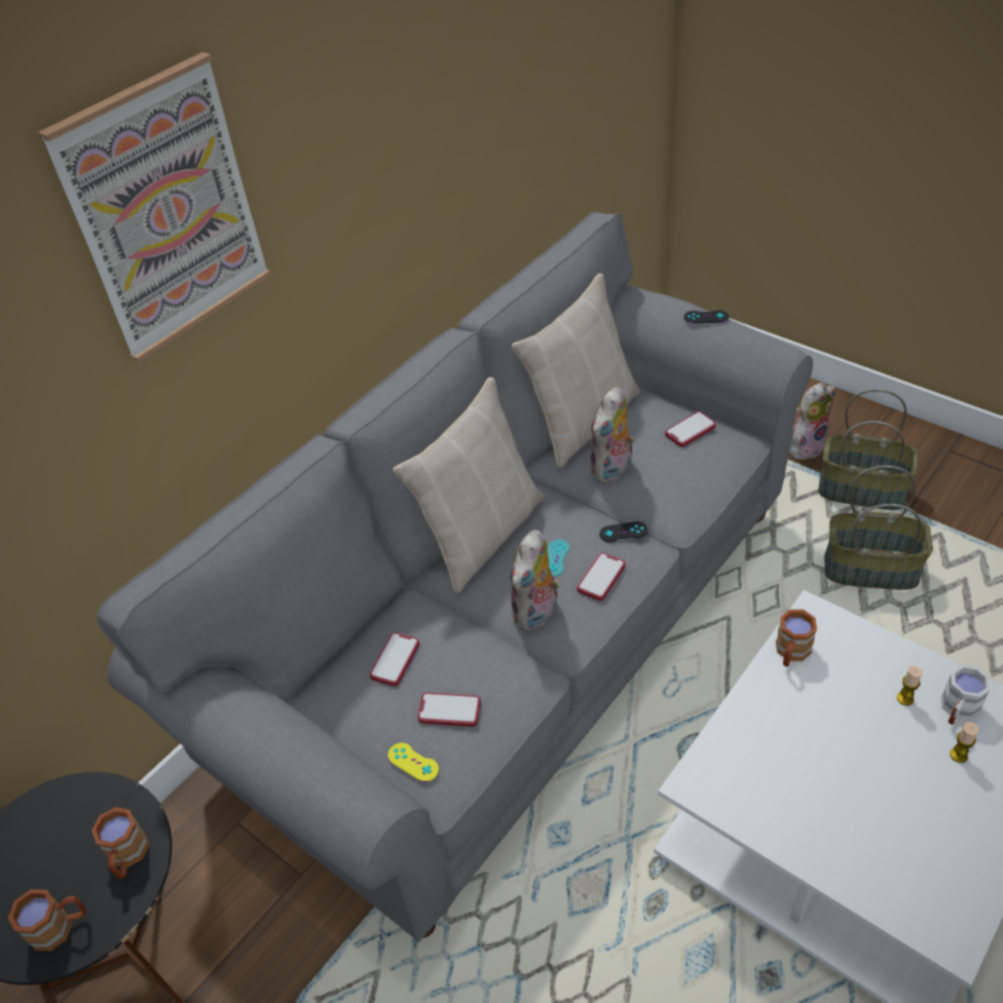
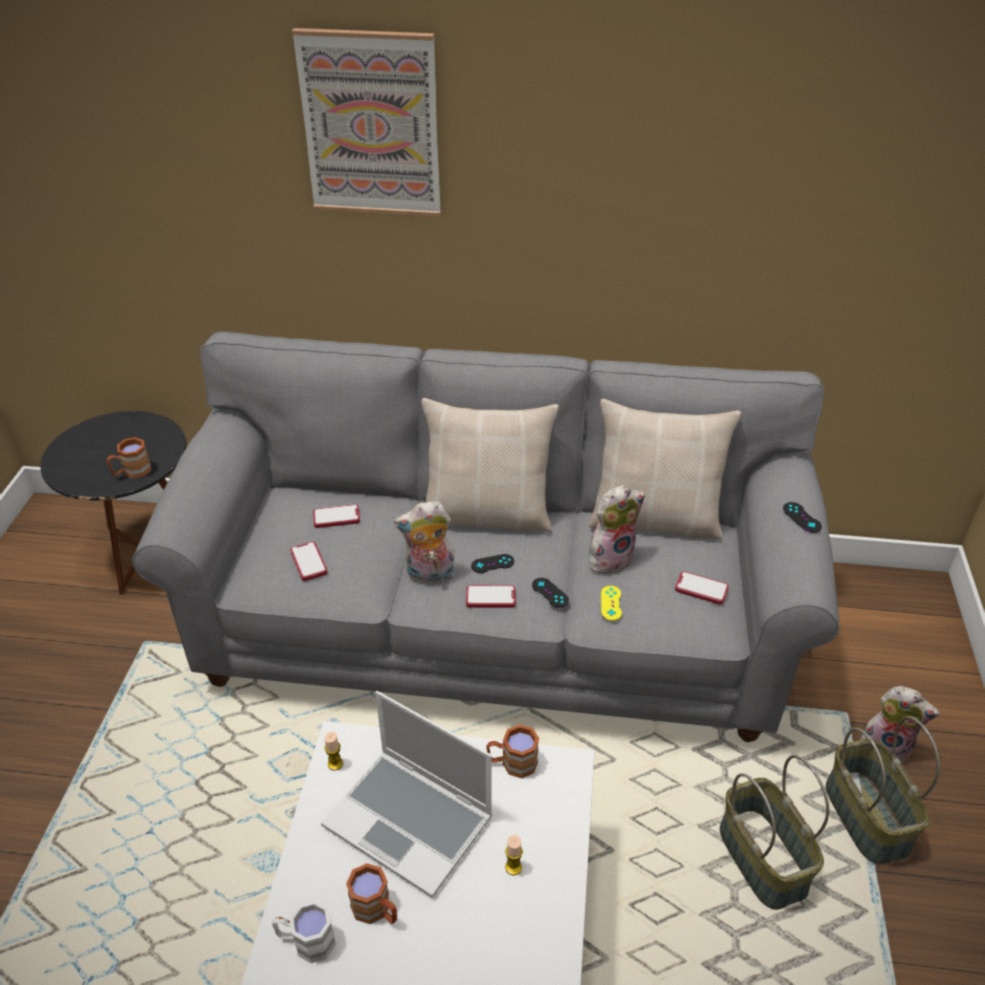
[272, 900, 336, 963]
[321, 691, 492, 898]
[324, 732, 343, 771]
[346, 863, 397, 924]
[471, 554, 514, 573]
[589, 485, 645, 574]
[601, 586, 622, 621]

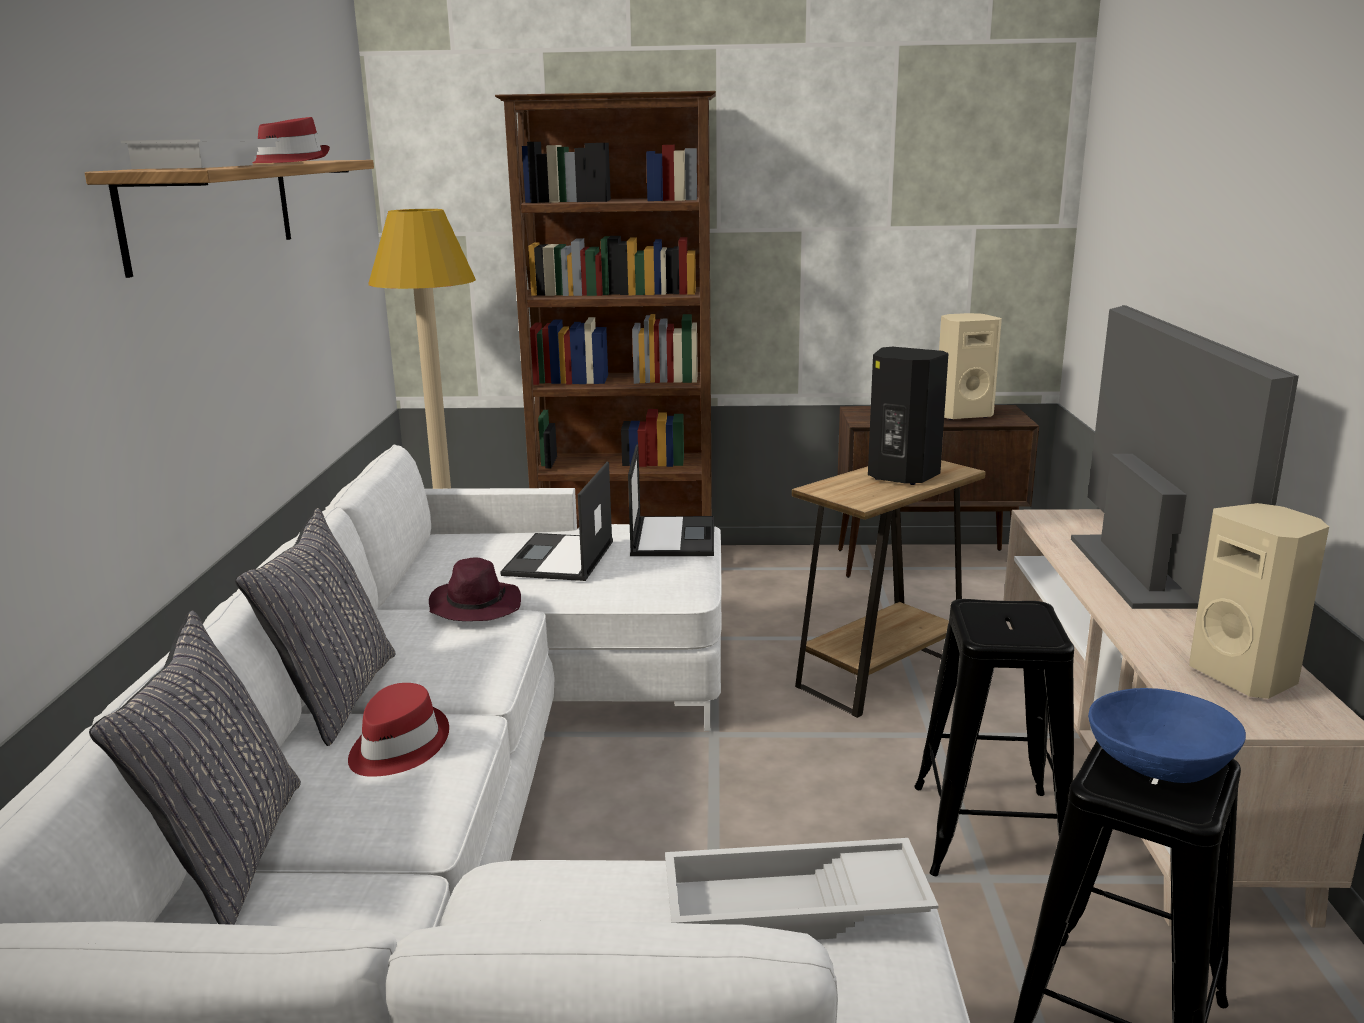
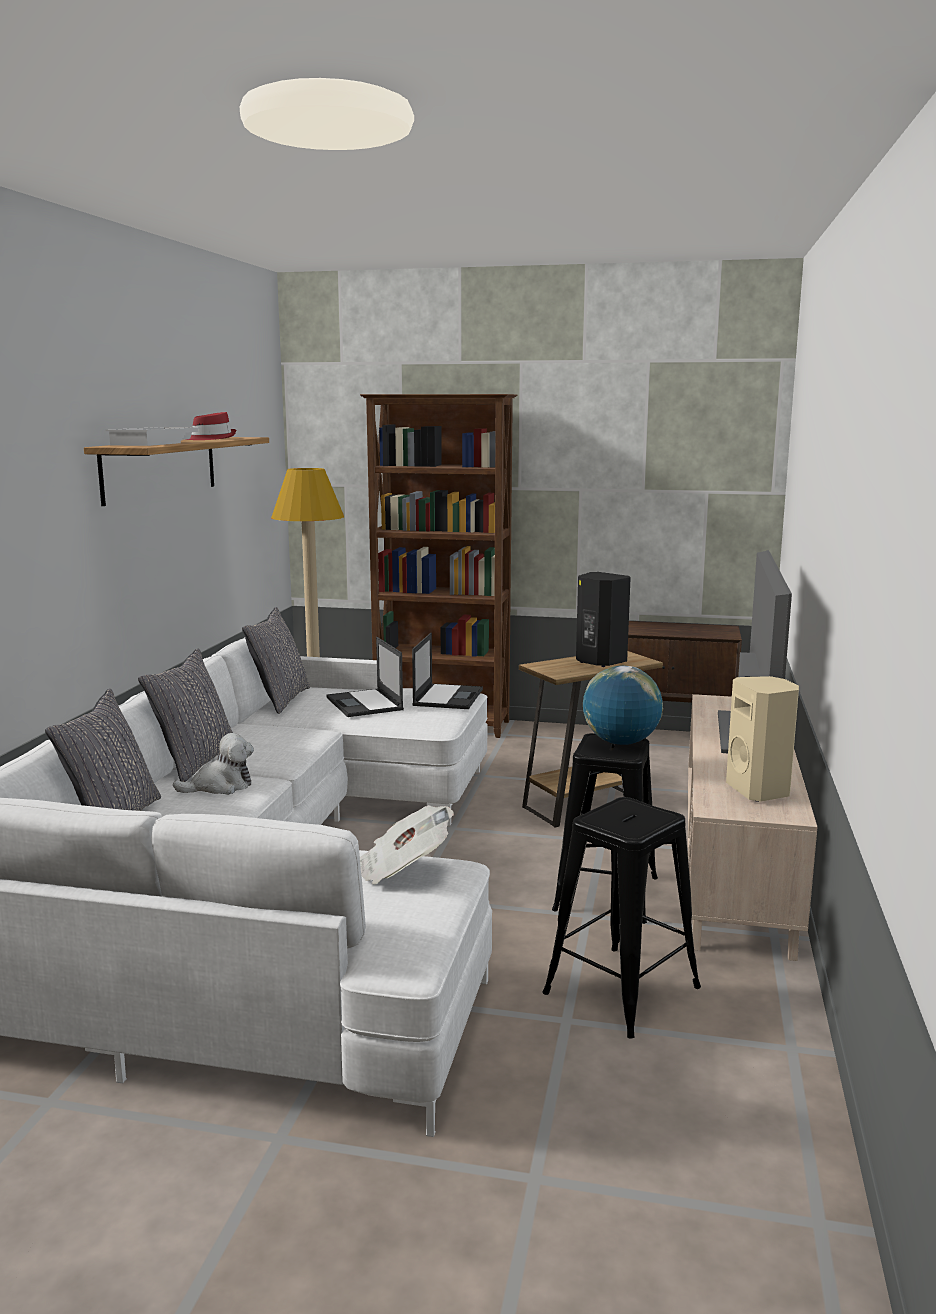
[173, 733, 254, 795]
[242, 607, 310, 714]
[326, 637, 404, 717]
[360, 805, 454, 885]
[583, 665, 663, 745]
[429, 558, 521, 621] (first image)
[939, 313, 1002, 420] (first image)
[1088, 688, 1246, 783] (first image)

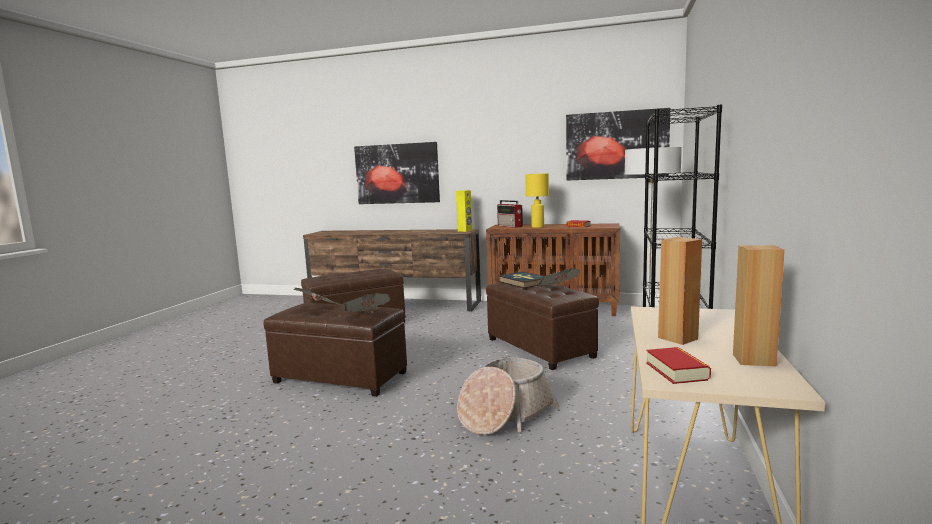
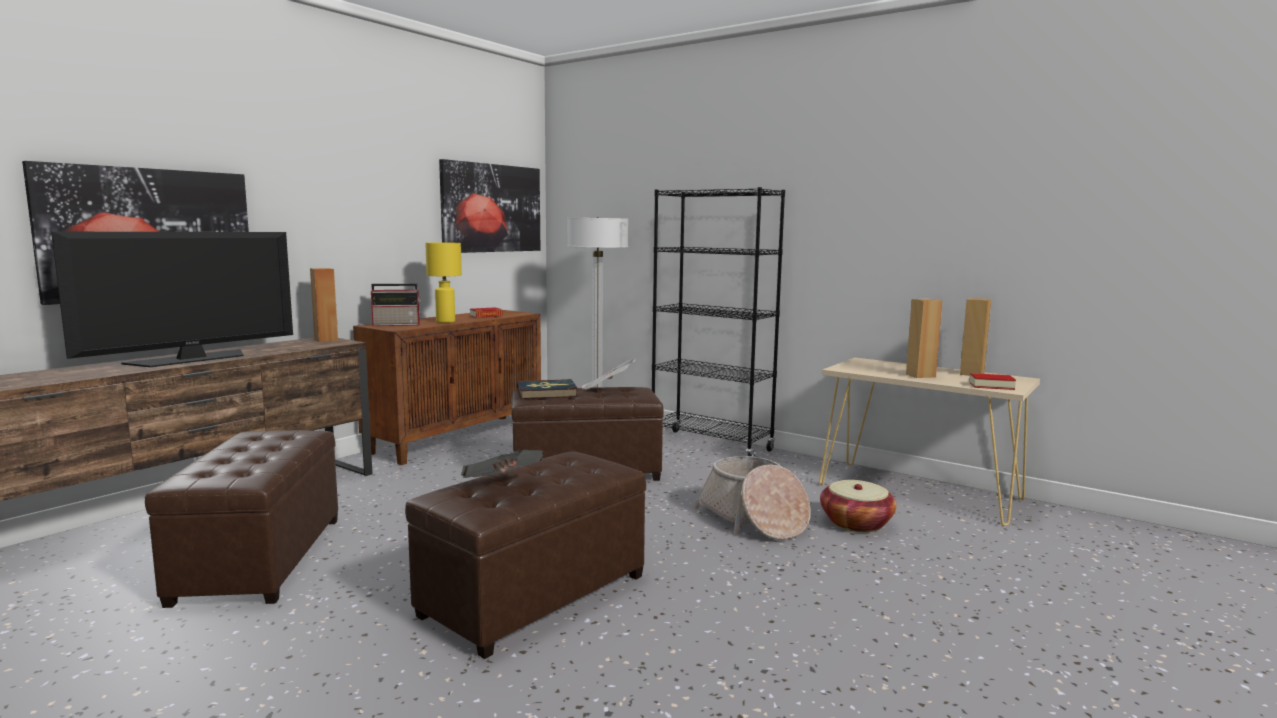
[51, 231, 293, 367]
[310, 268, 338, 342]
[820, 480, 897, 532]
[343, 293, 391, 312] (first image)

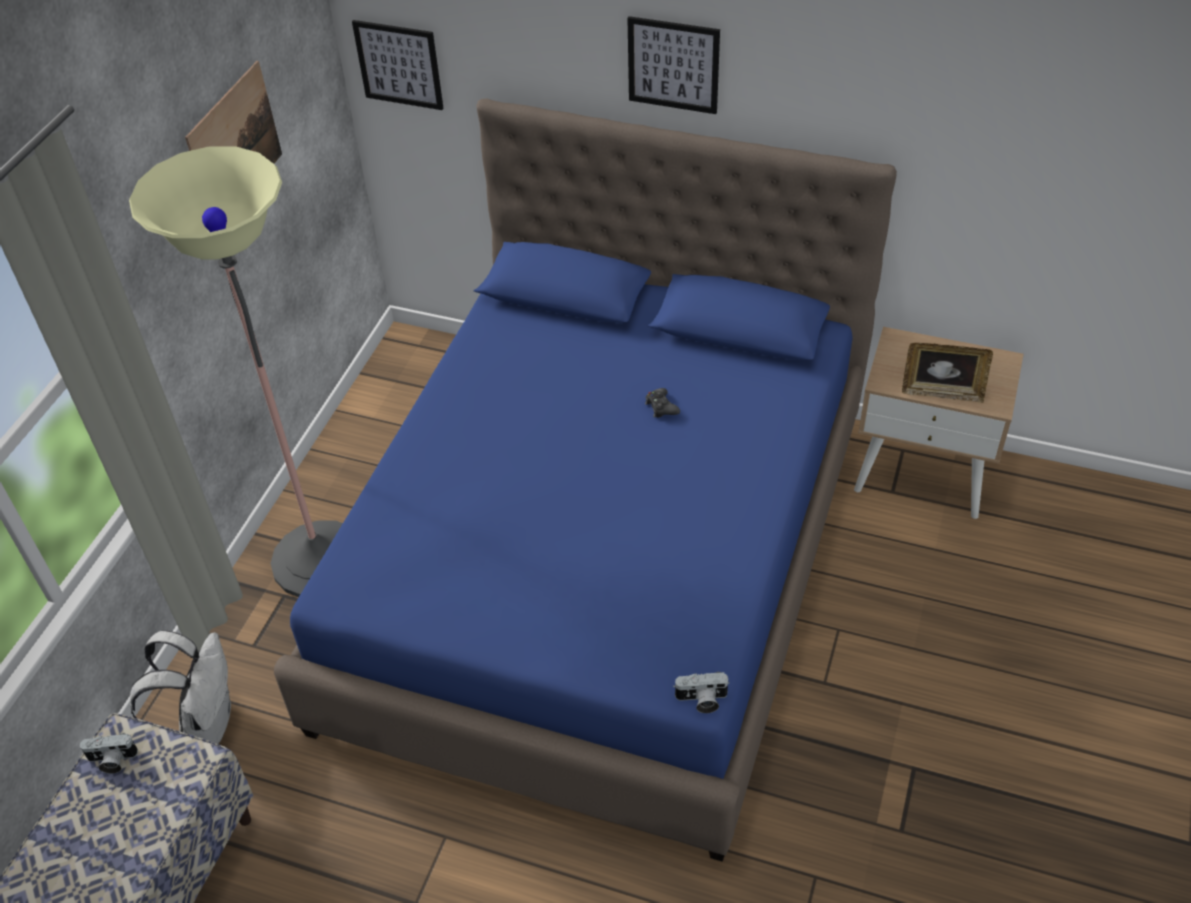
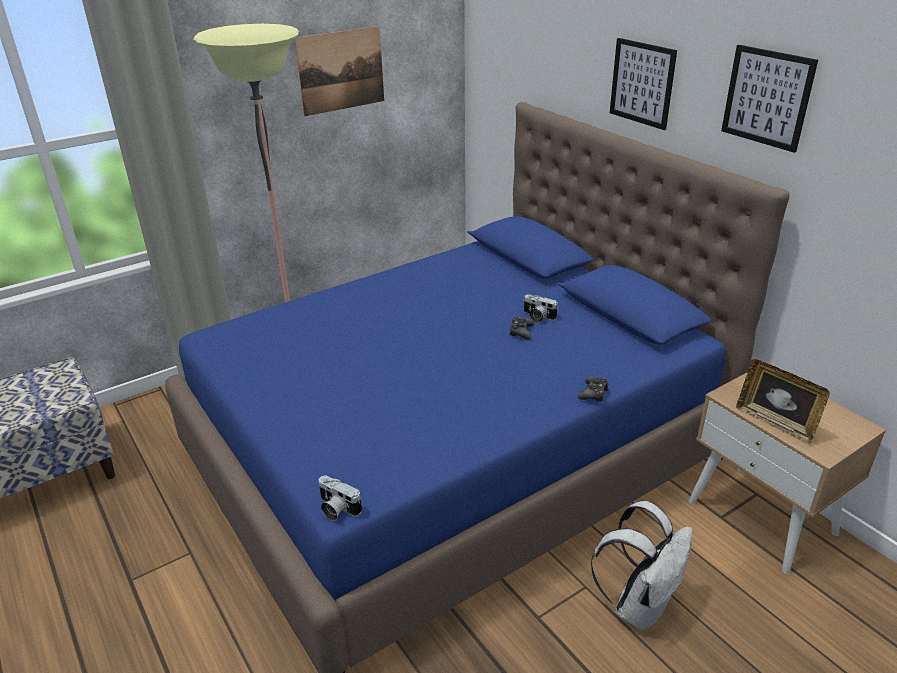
[524, 294, 558, 323]
[578, 377, 609, 402]
[591, 501, 693, 630]
[721, 45, 818, 153]

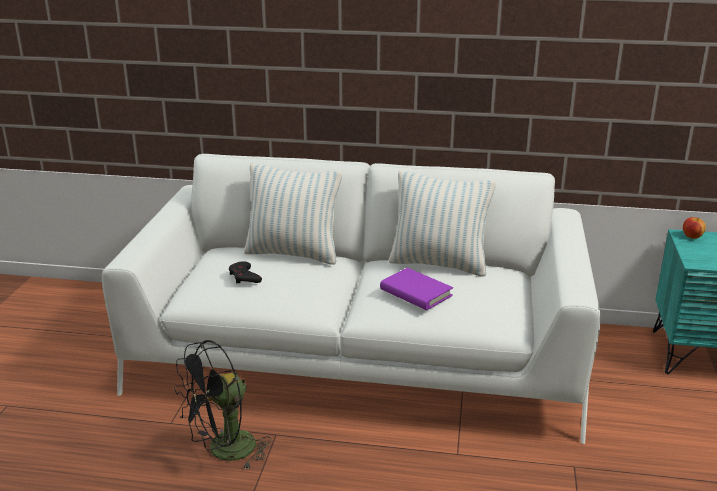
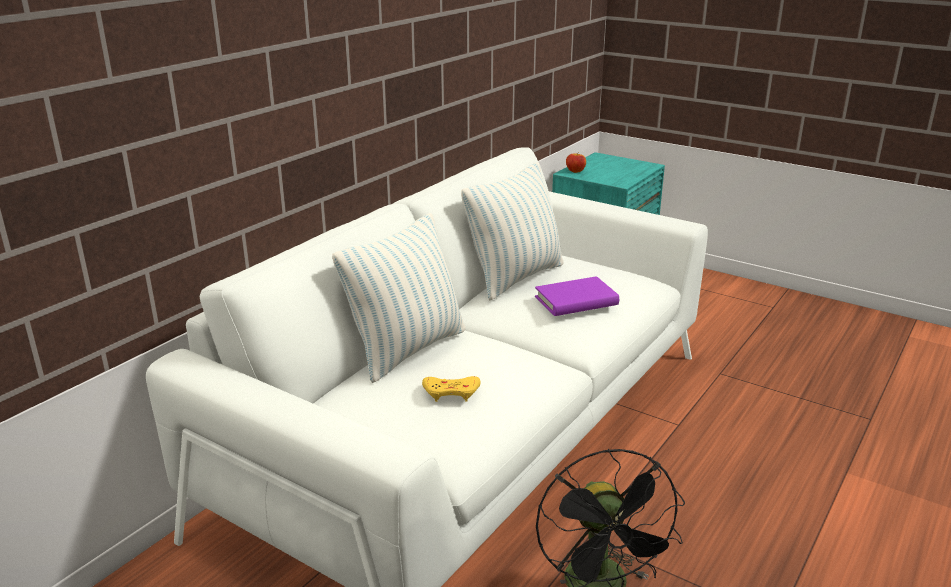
[422, 376, 481, 402]

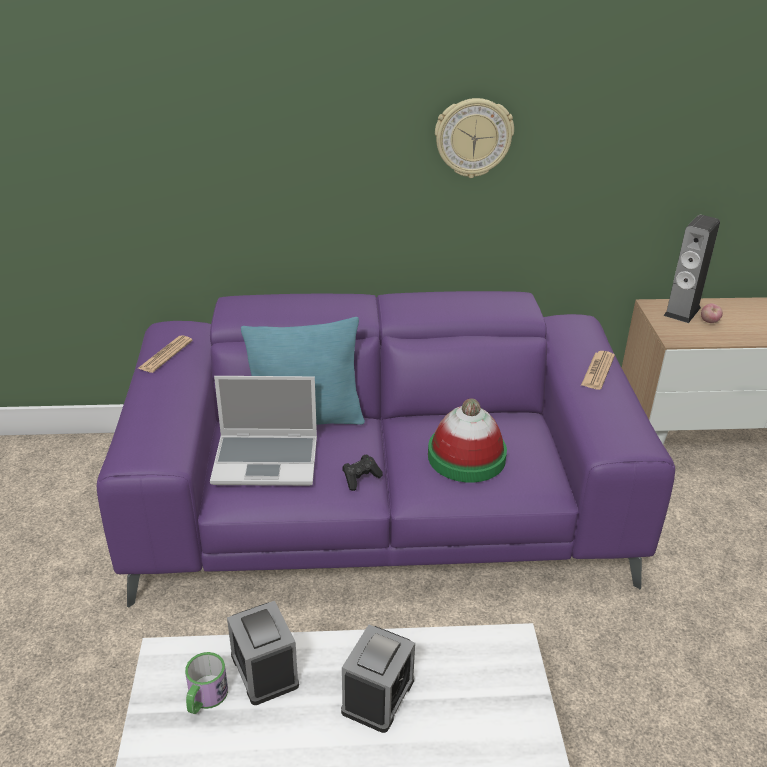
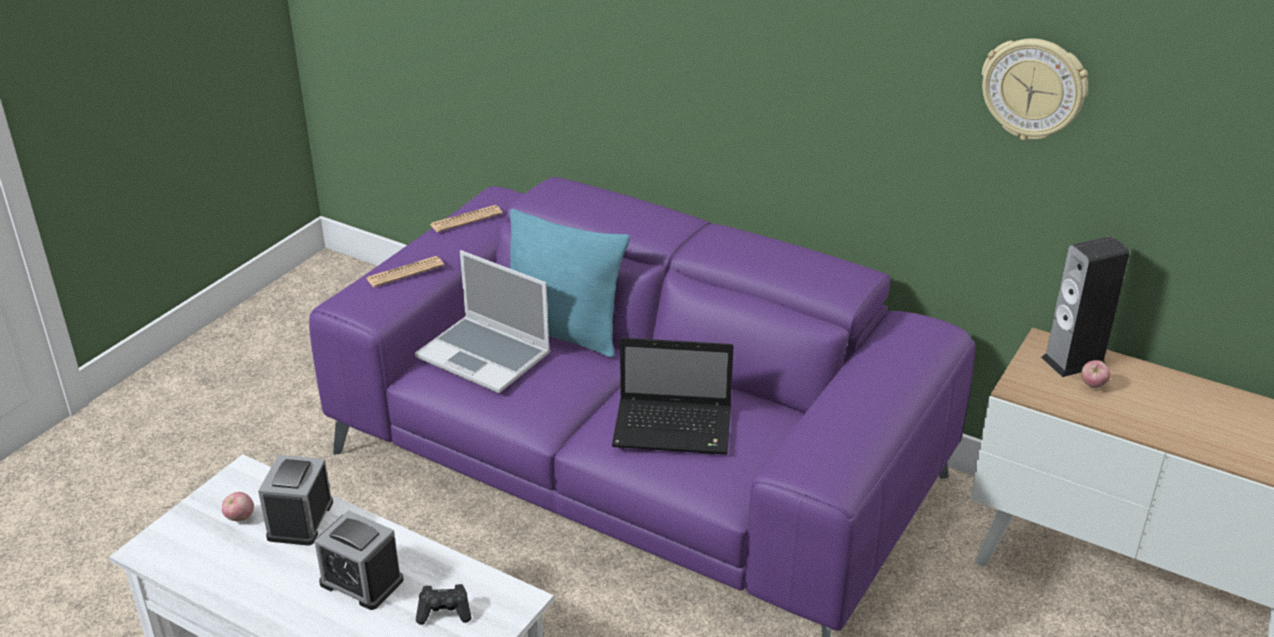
[222, 492, 254, 521]
[314, 510, 404, 610]
[366, 256, 444, 287]
[415, 584, 471, 625]
[612, 337, 734, 455]
[982, 38, 1088, 140]

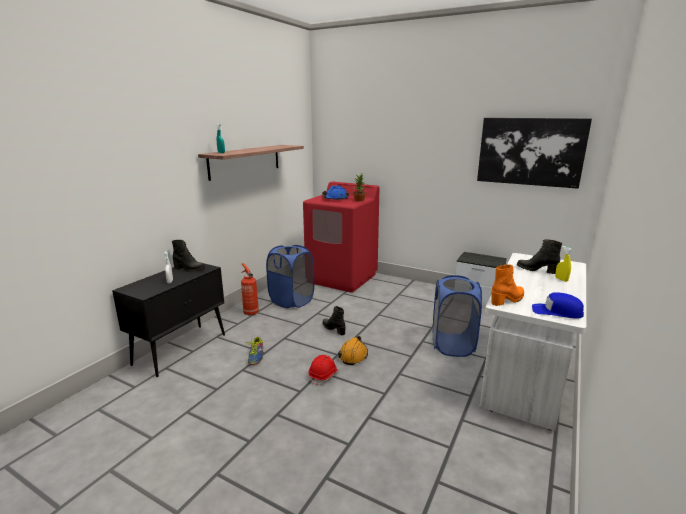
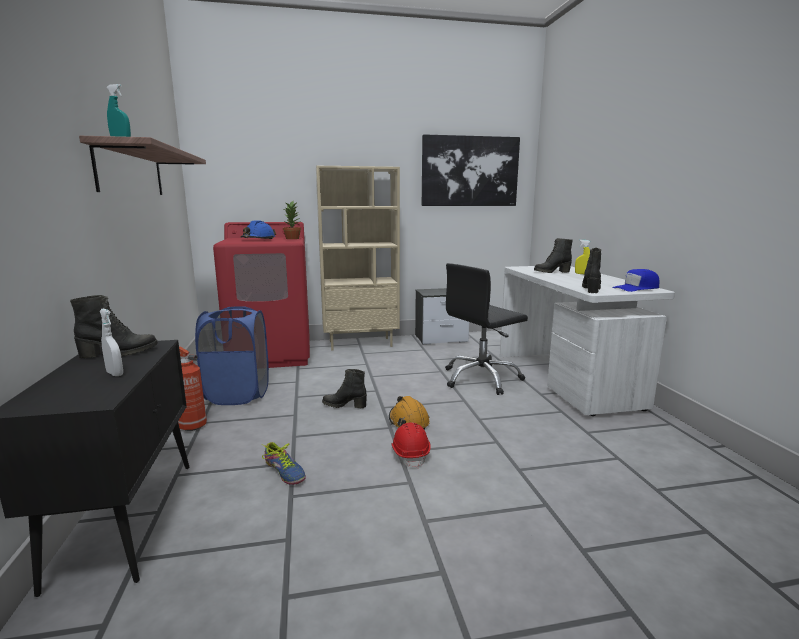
[316, 166, 400, 350]
[445, 263, 528, 395]
[582, 248, 601, 293]

